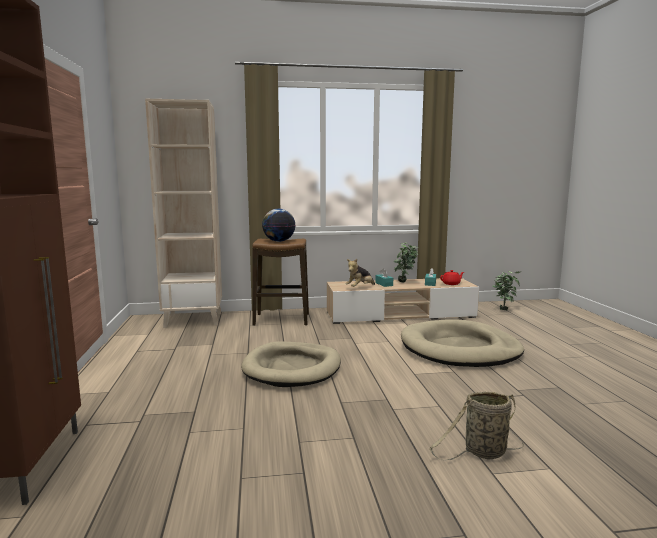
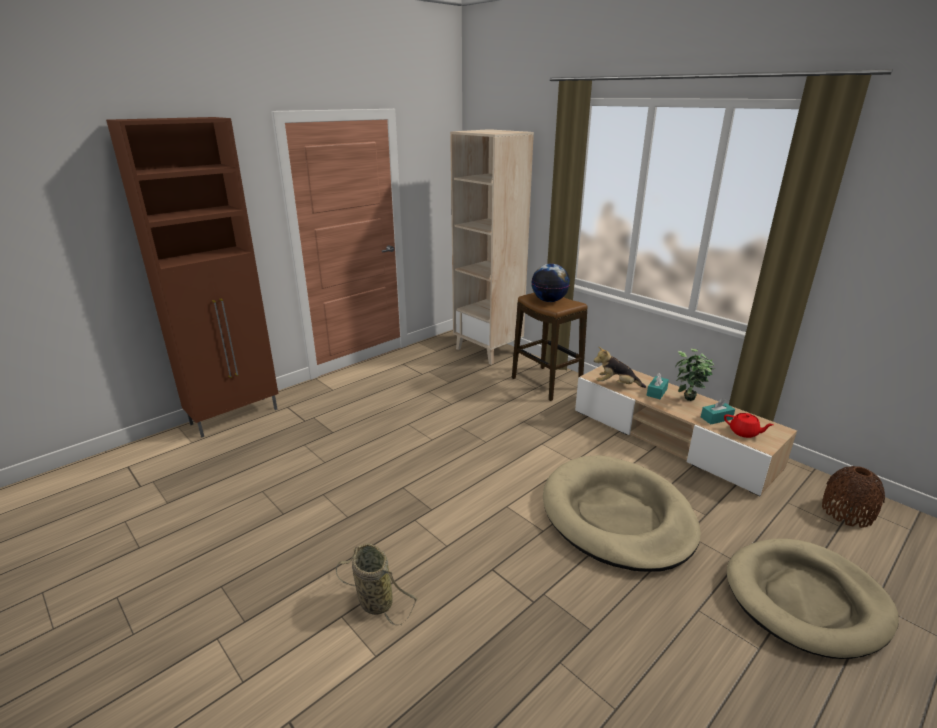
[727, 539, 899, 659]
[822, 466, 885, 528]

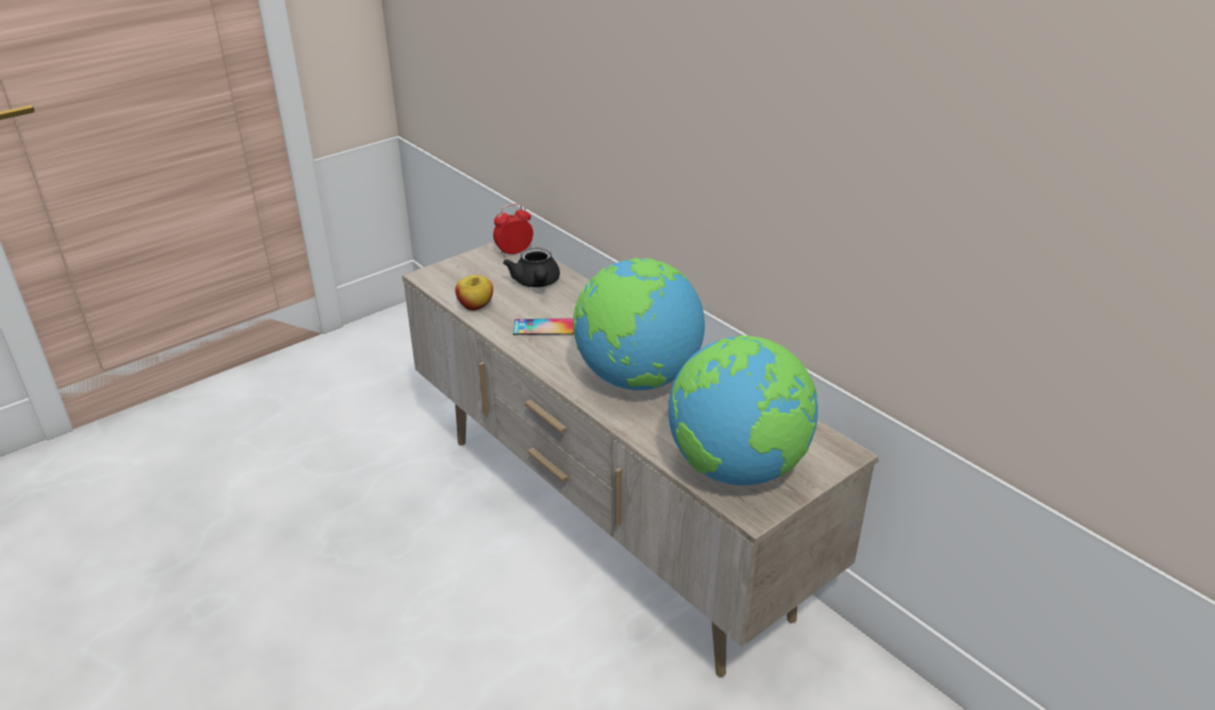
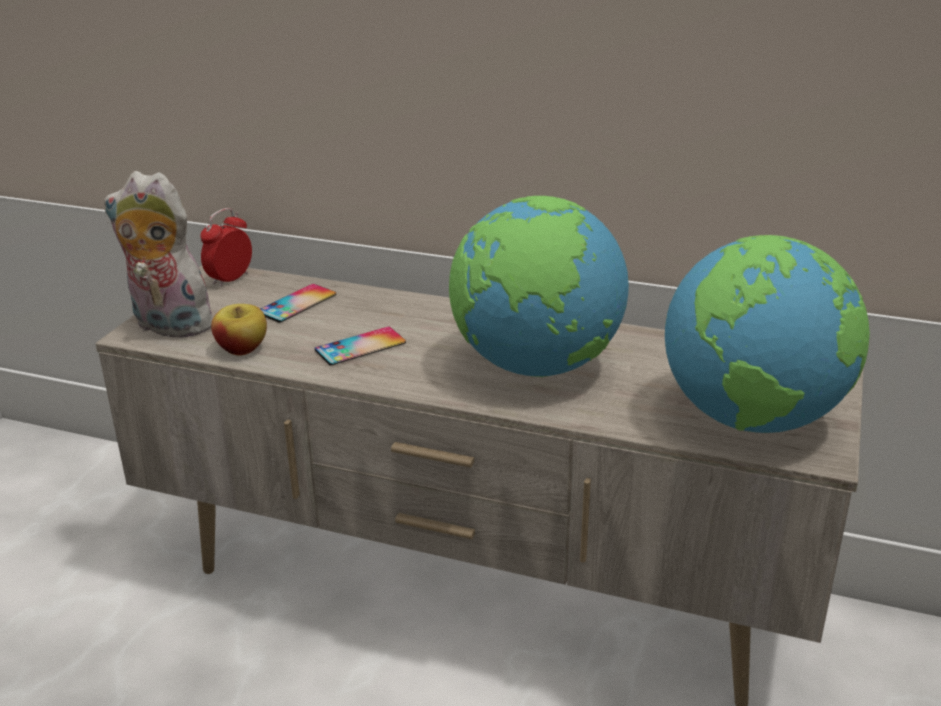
[104, 171, 213, 341]
[260, 284, 336, 323]

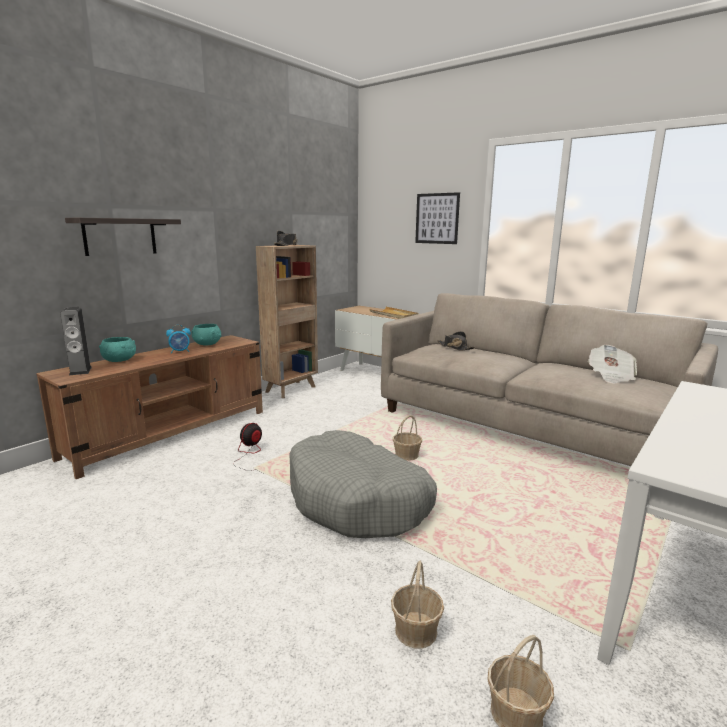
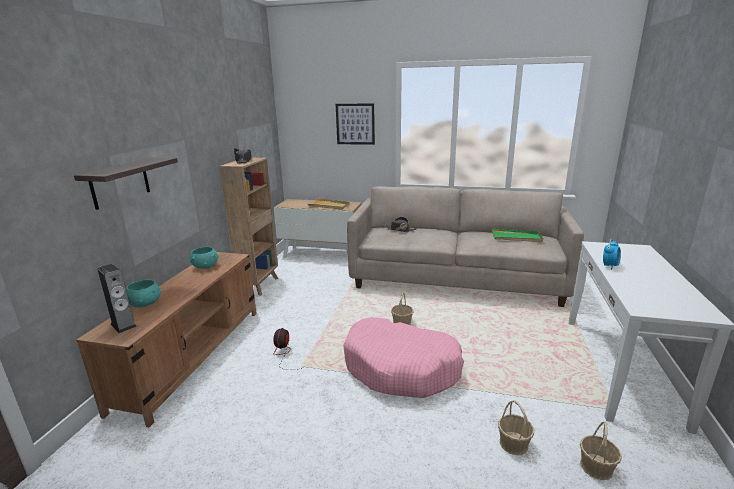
[343, 317, 464, 398]
[492, 229, 543, 242]
[603, 239, 621, 270]

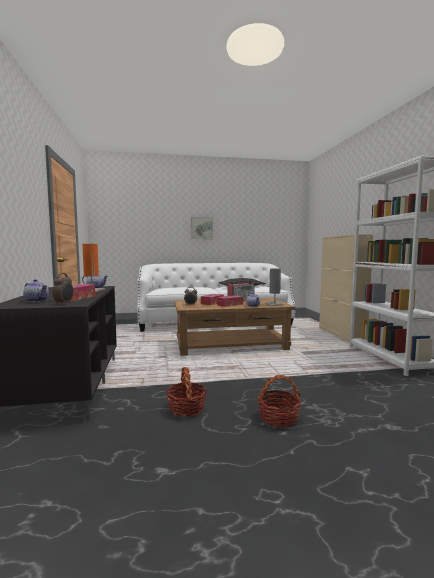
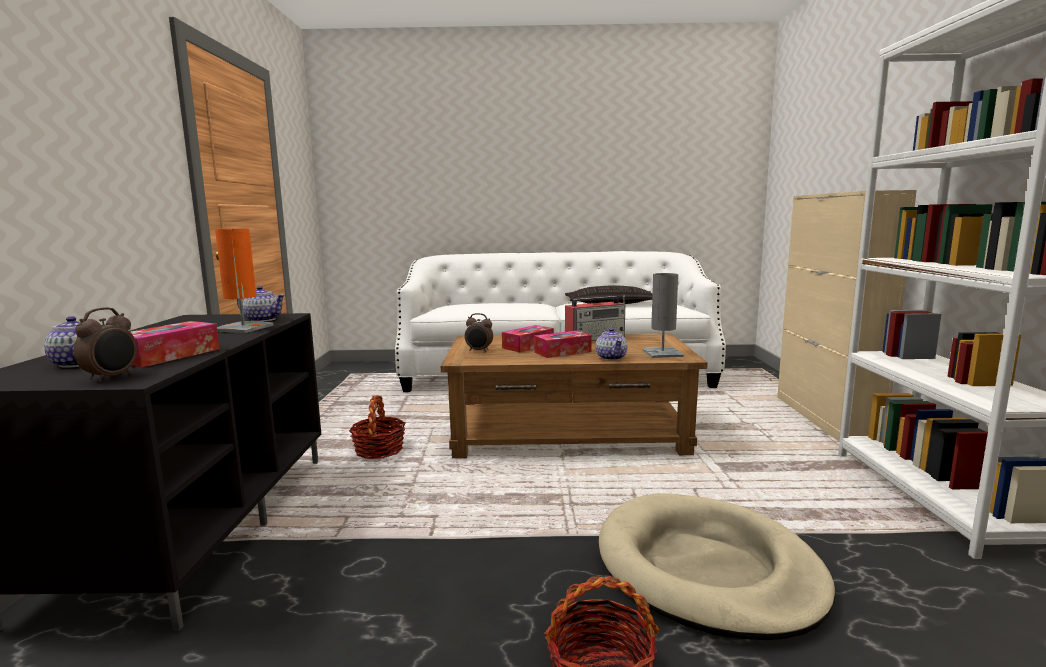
[349, 395, 405, 459]
[599, 493, 836, 640]
[191, 217, 213, 239] (first image)

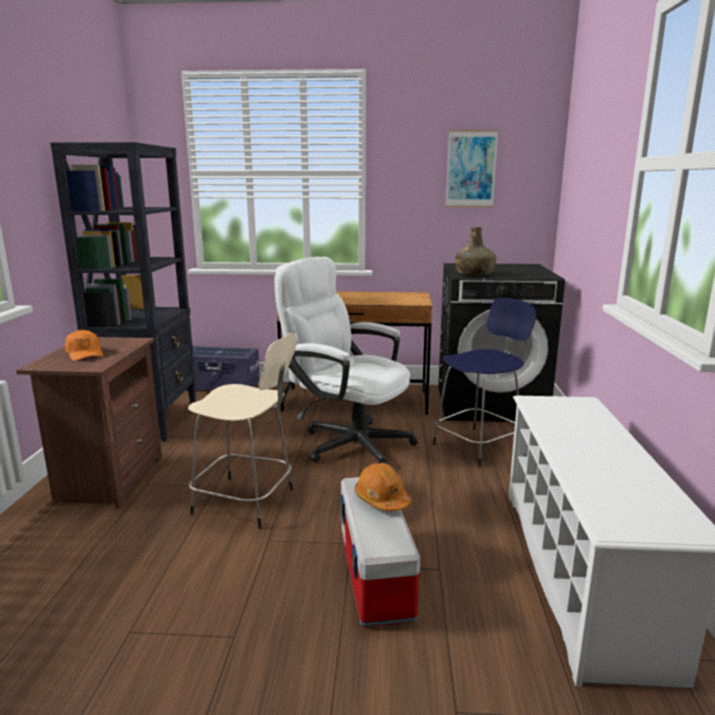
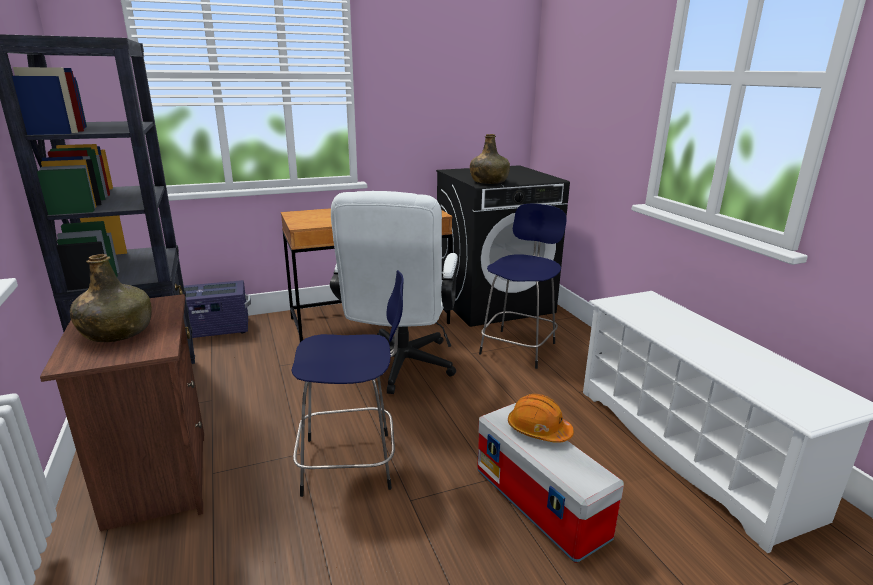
[70, 254, 152, 342]
[291, 270, 404, 497]
[330, 191, 458, 394]
[445, 130, 498, 207] (first image)

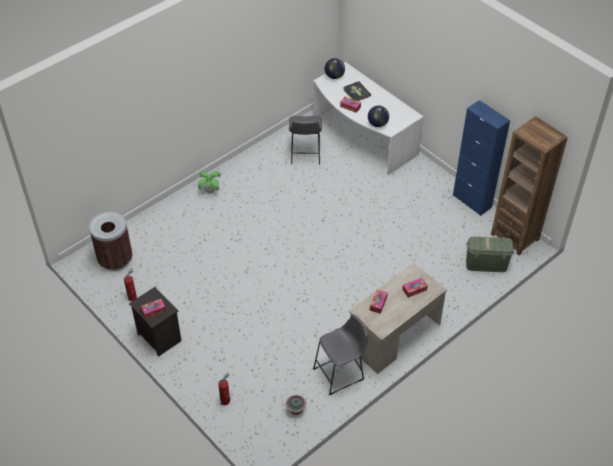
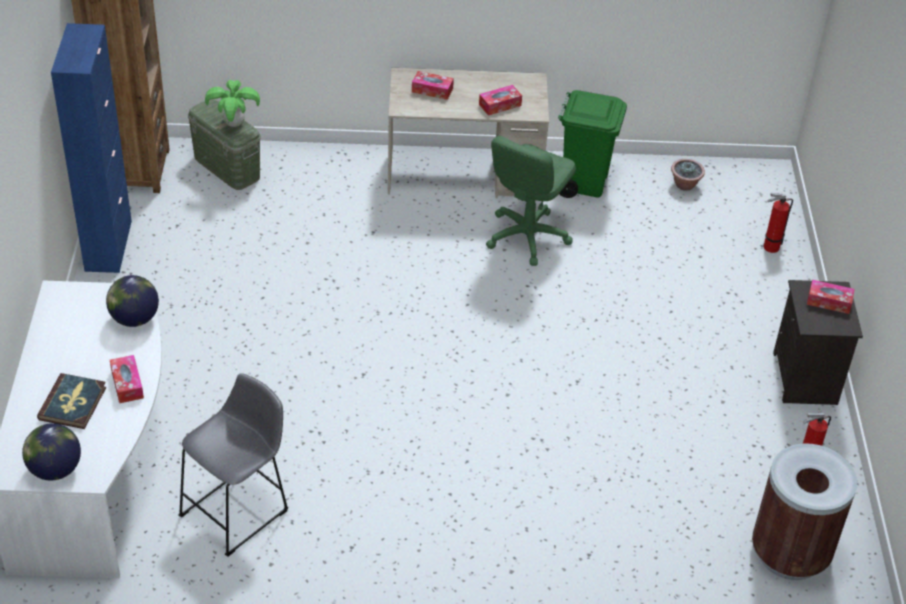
[205, 80, 260, 127]
[486, 136, 576, 266]
[558, 90, 627, 198]

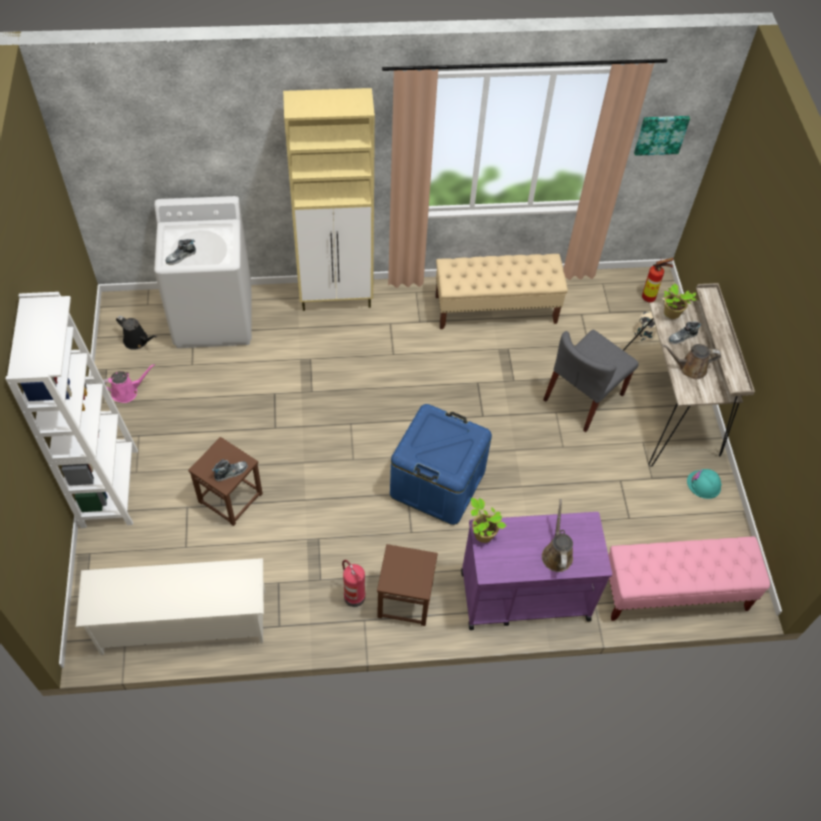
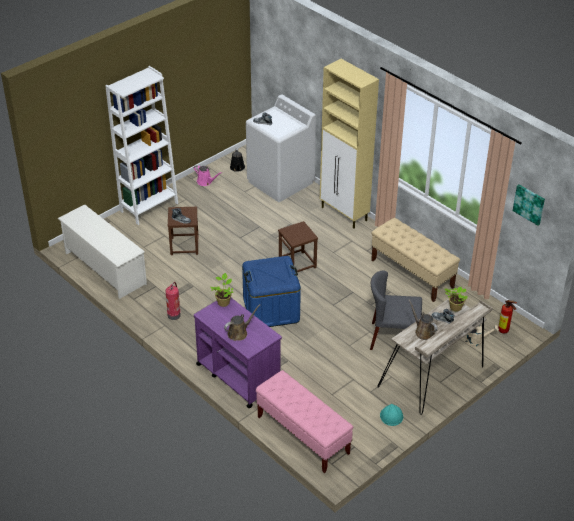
[278, 221, 318, 272]

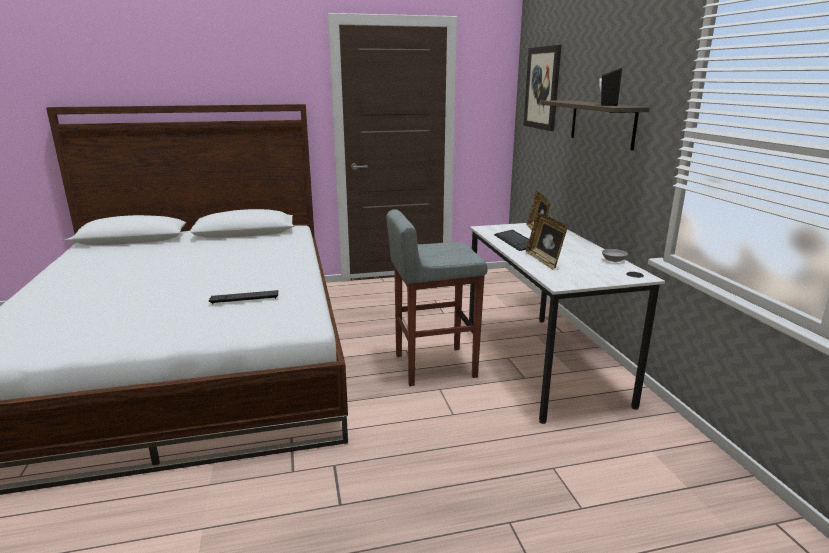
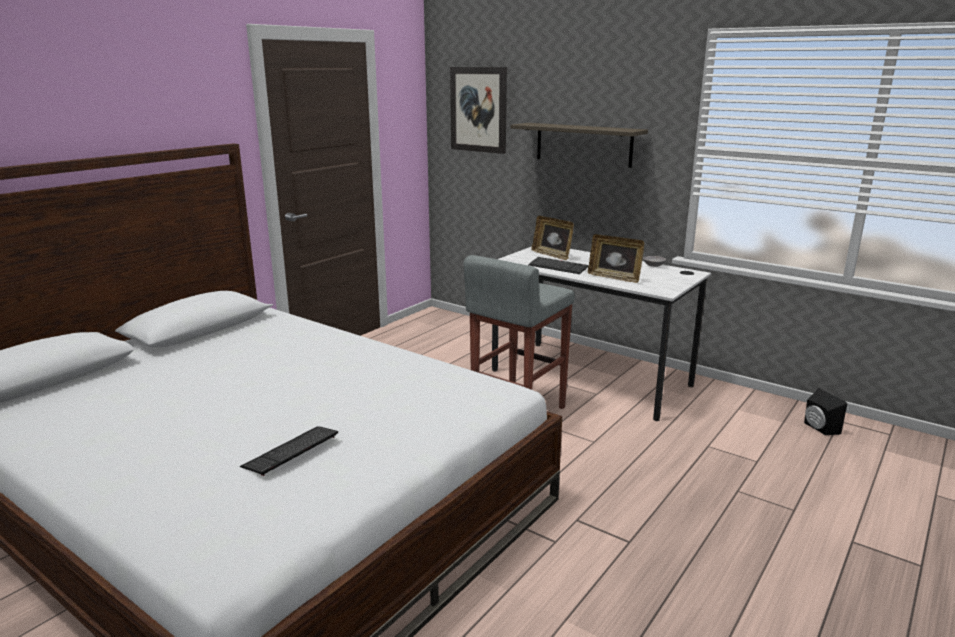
[240, 426, 338, 476]
[804, 388, 847, 435]

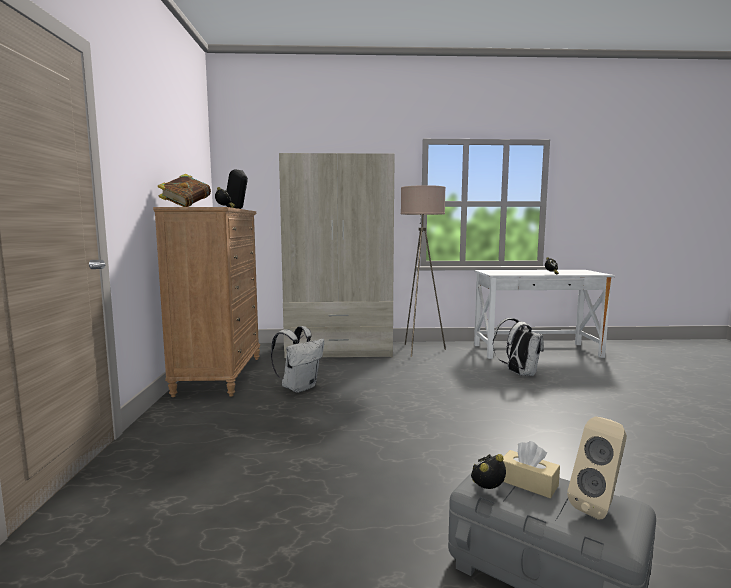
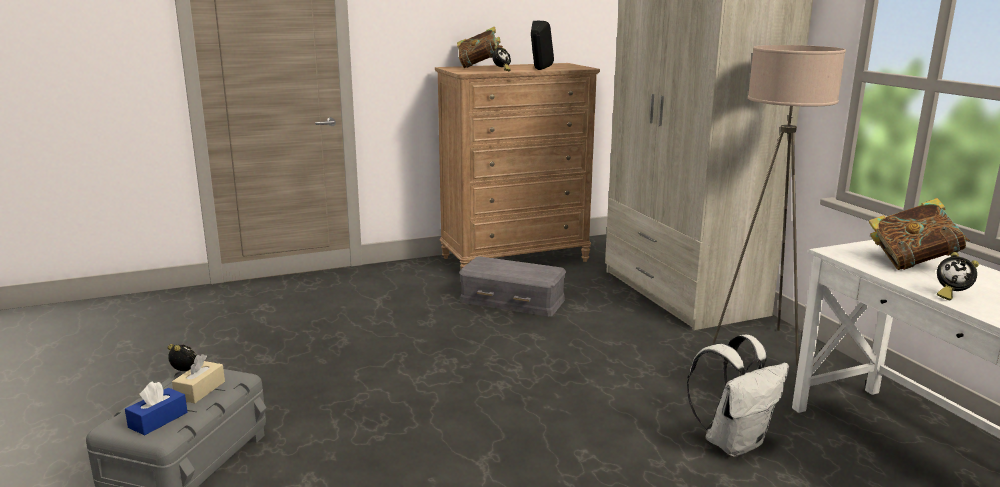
[125, 381, 188, 435]
[459, 257, 566, 316]
[869, 198, 970, 270]

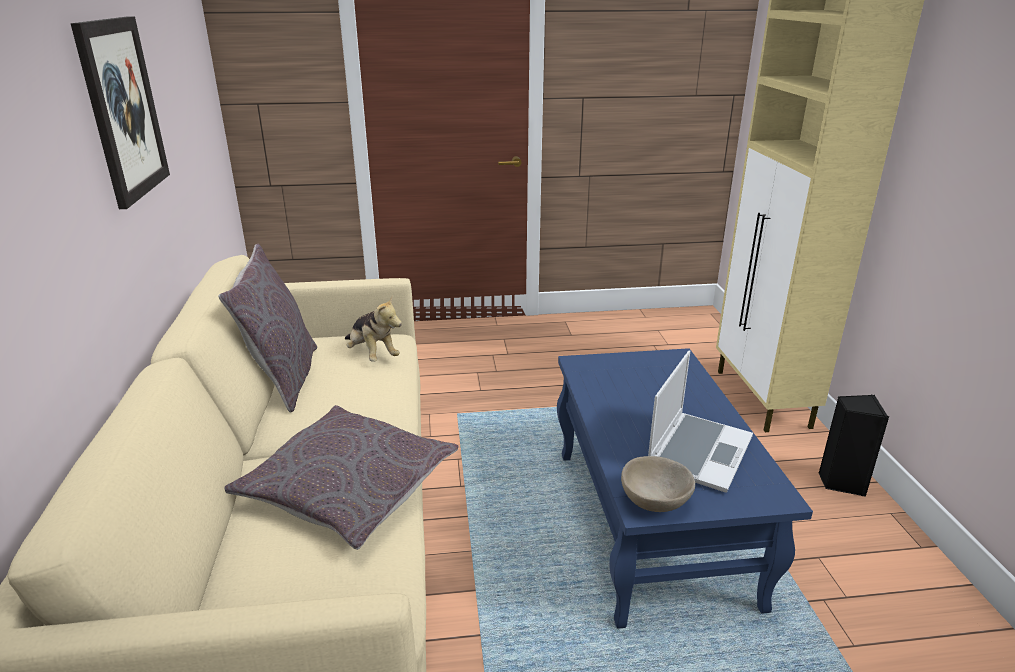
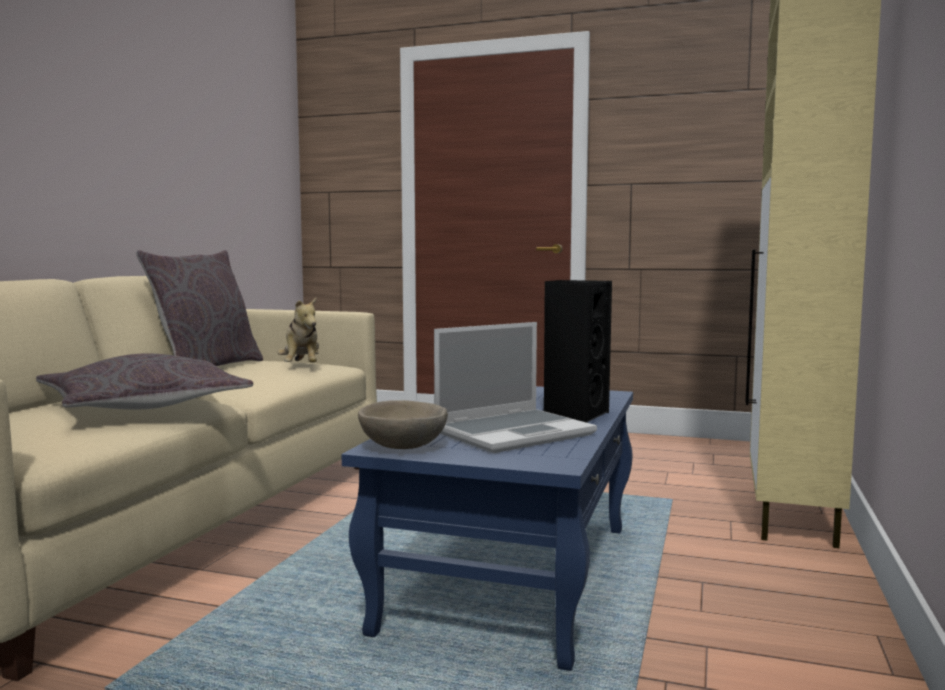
[544, 280, 612, 423]
[71, 16, 170, 209] (first image)

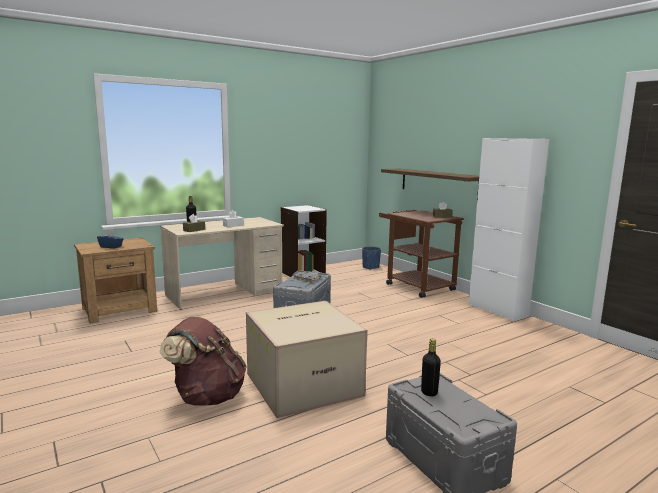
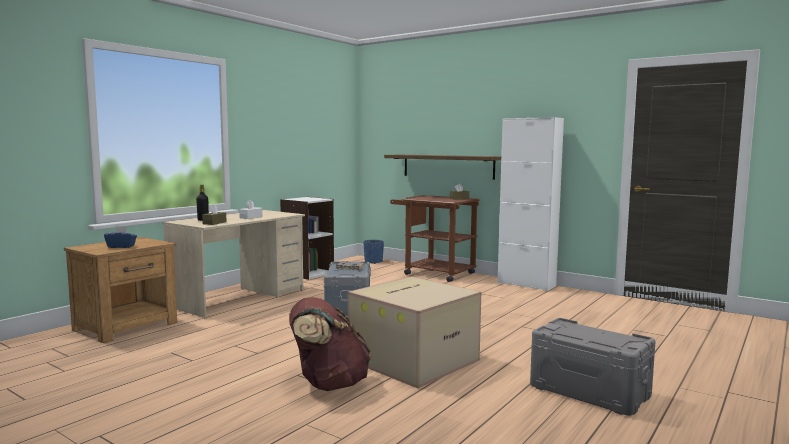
[421, 338, 441, 396] (first image)

